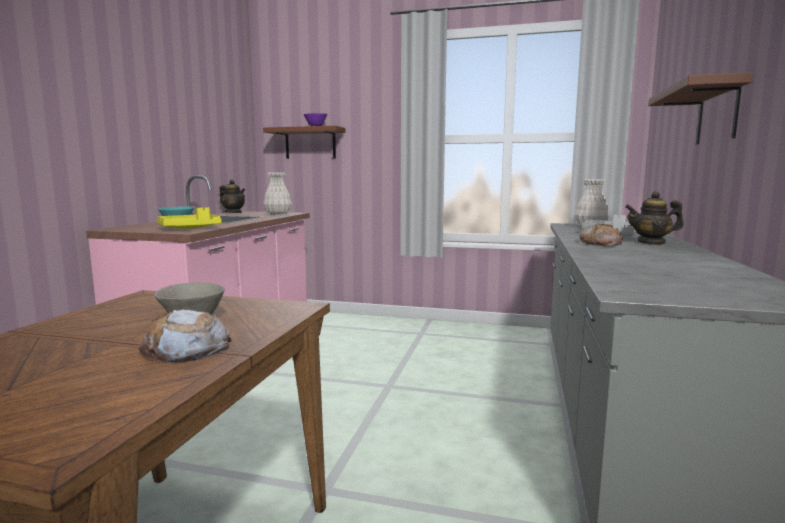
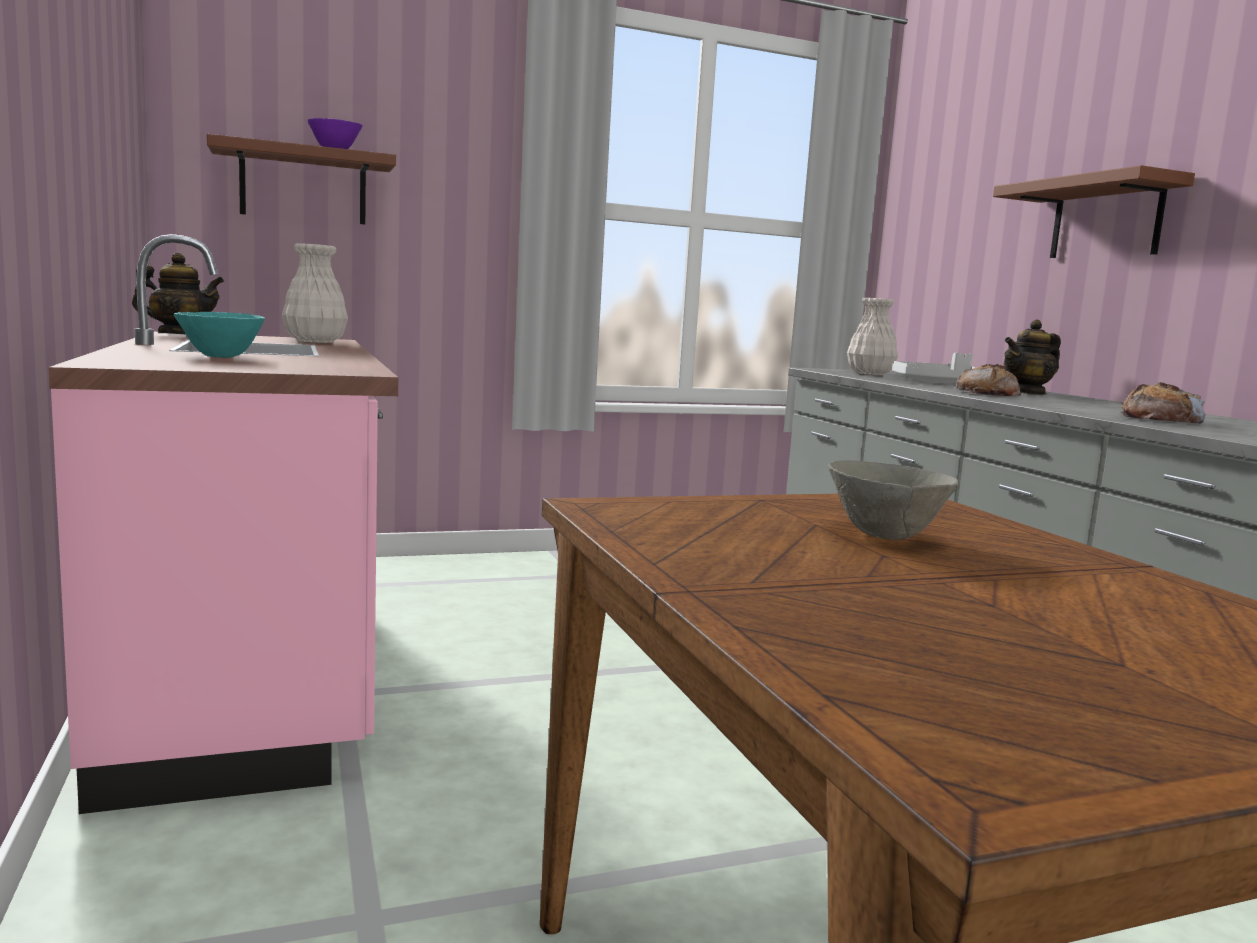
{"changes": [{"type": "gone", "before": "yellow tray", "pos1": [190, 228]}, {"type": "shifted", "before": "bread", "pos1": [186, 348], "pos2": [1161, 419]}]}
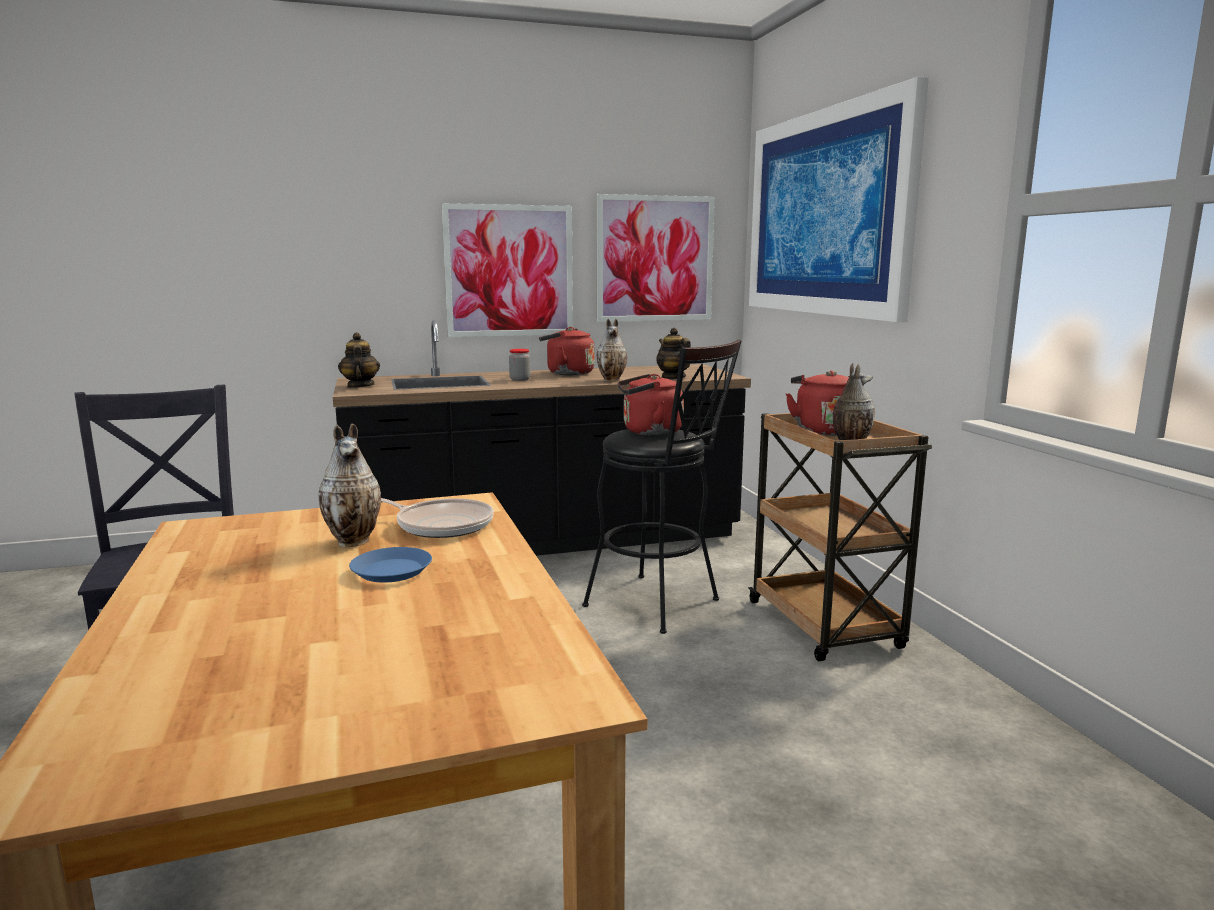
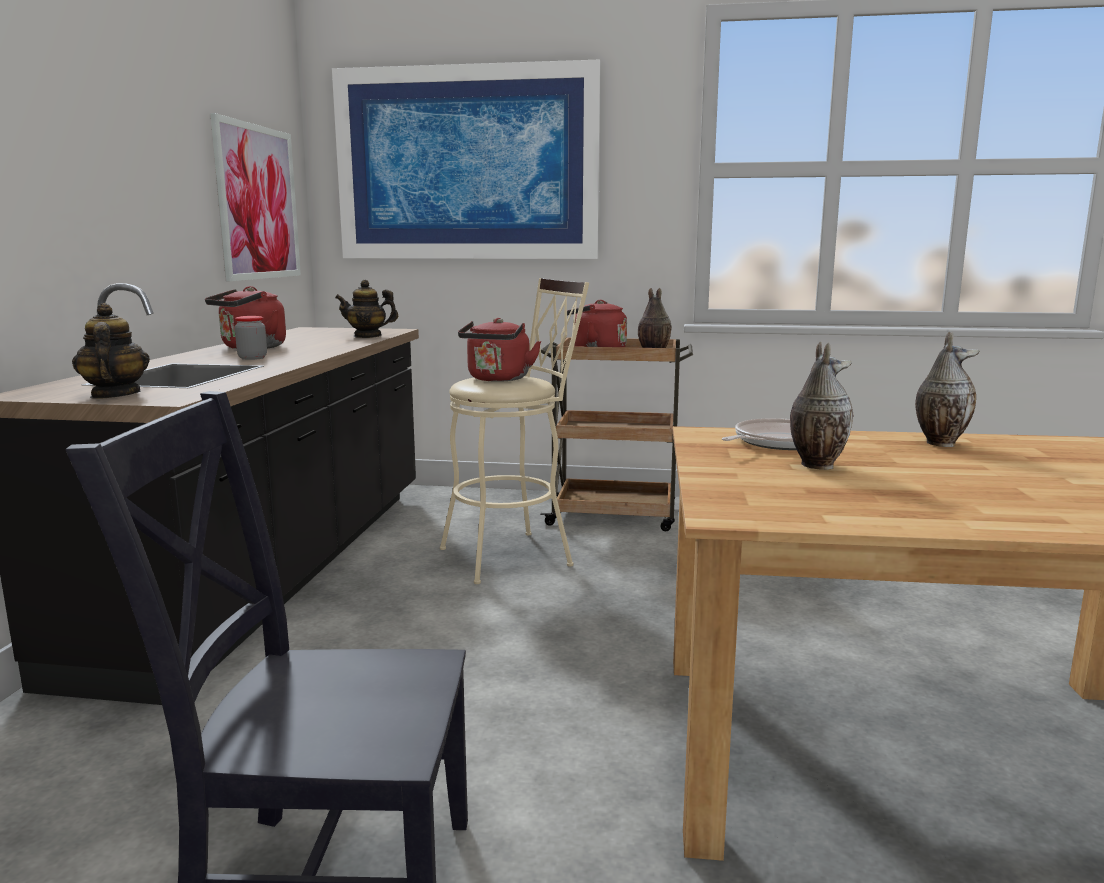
{"changes": [{"type": "gone", "before": "picture", "pos1": [509, 271]}, {"type": "shifted", "before": "vase", "pos1": [612, 380], "pos2": [939, 443]}, {"type": "rotated", "before": "teapot", "pos1": [360, 386], "pos2": [114, 395], "turn": 60}, {"type": "repainted", "before": "black stool", "after": "beige stool", "pos1": [660, 605], "pos2": [516, 555]}, {"type": "gone", "before": "blue plate", "pos1": [392, 571]}]}
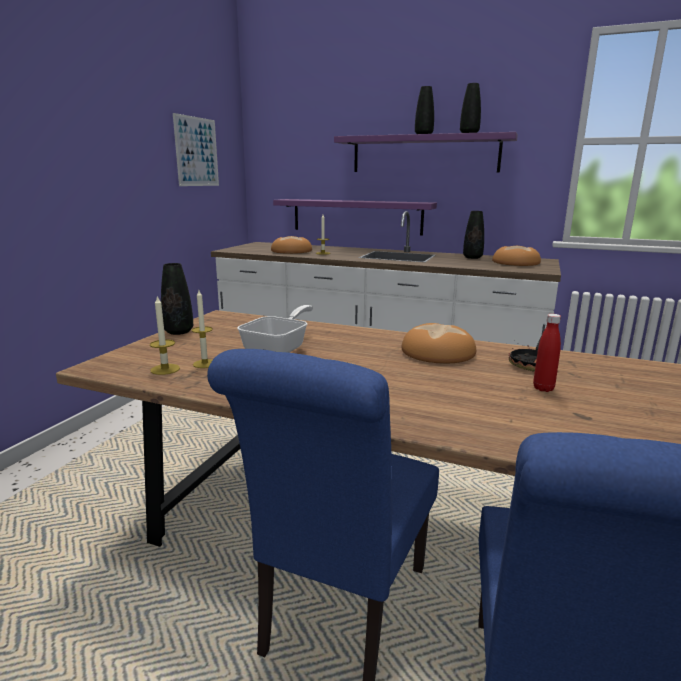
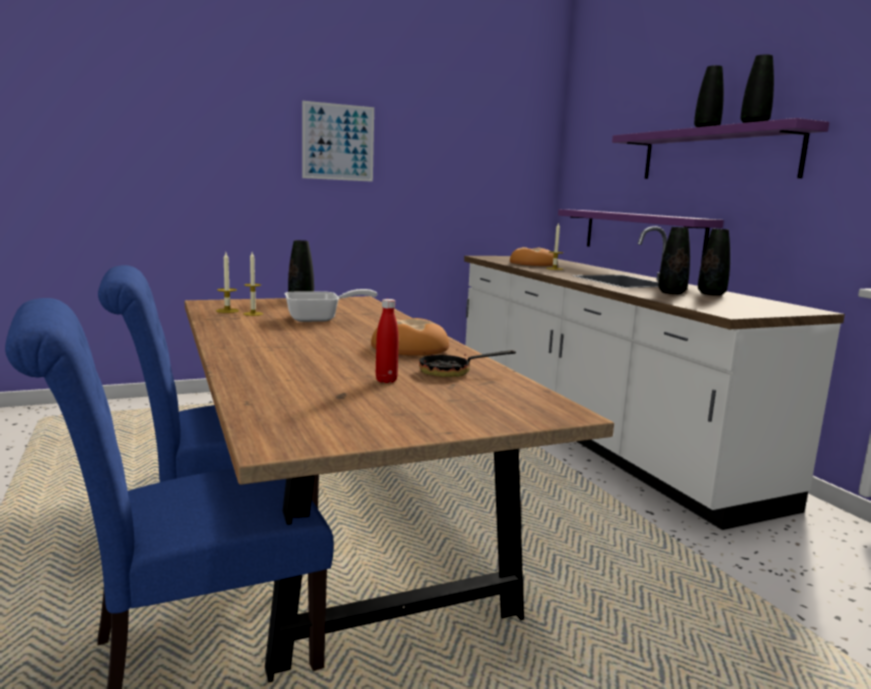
{"changes": [{"type": "shifted", "before": "picture", "pos1": [197, 152], "pos2": [338, 142]}, {"type": "gone", "before": "bread", "pos1": [515, 262]}, {"type": "new", "after": "black vase", "pos2": [671, 293]}]}
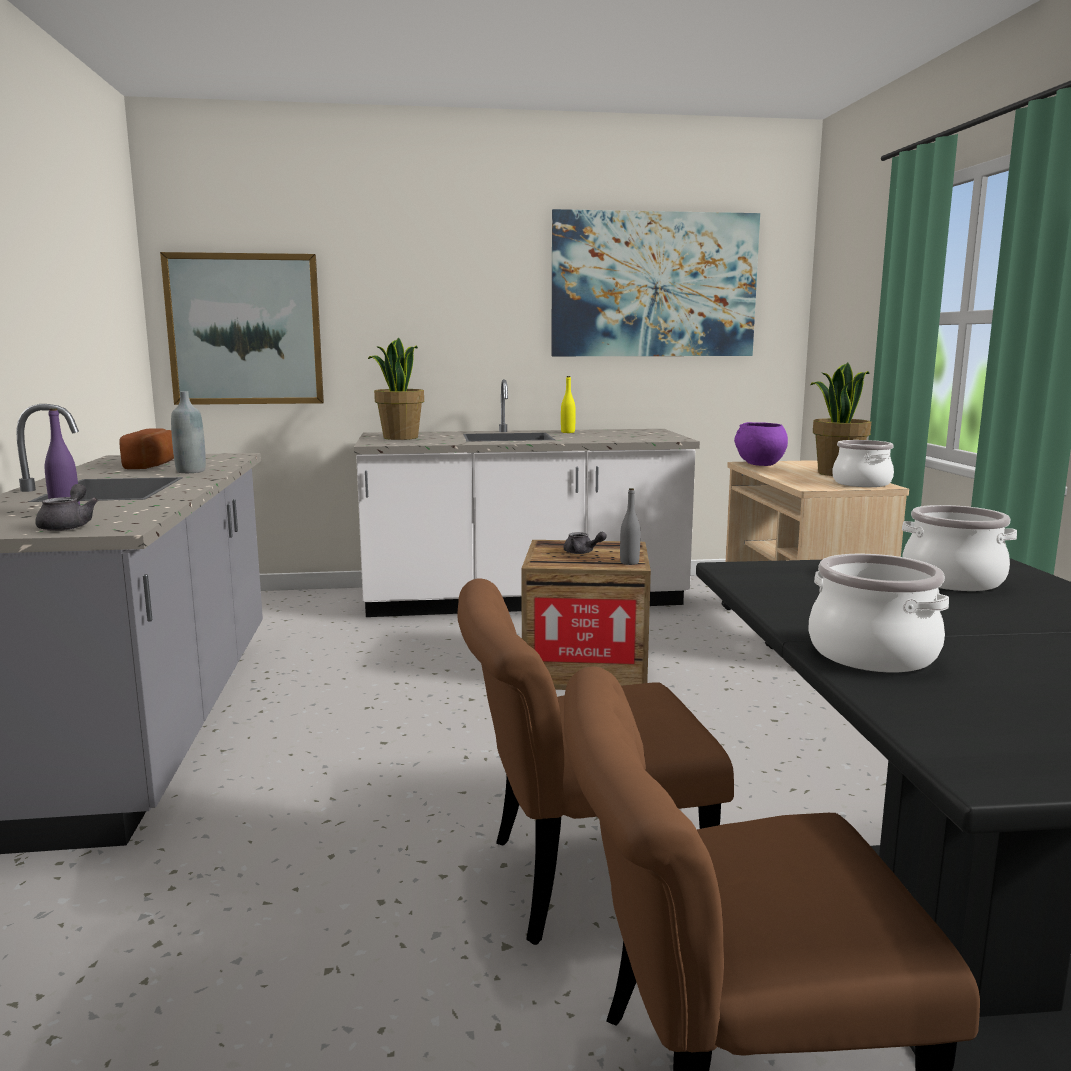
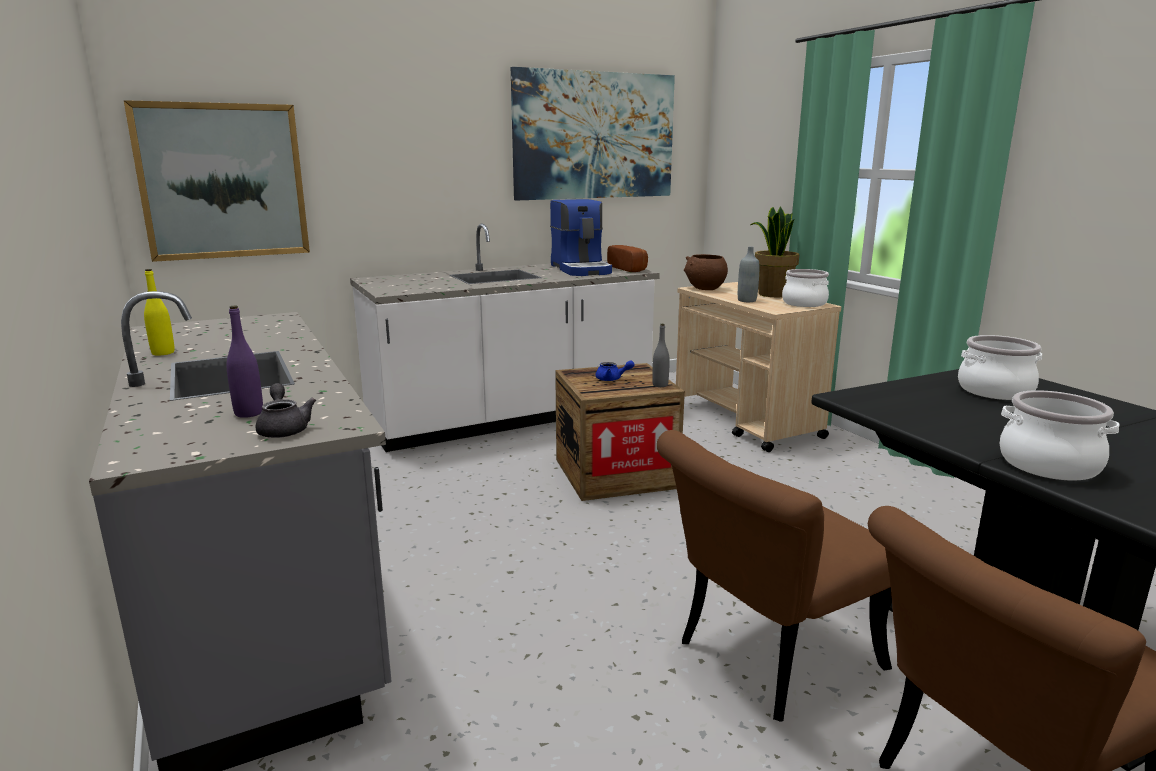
{"changes": [{"type": "gone", "before": "potted plant", "pos1": [400, 437]}, {"type": "shifted", "before": "yellow bottle", "pos1": [568, 432], "pos2": [163, 353]}, {"type": "shifted", "before": "grey bottle", "pos1": [191, 471], "pos2": [747, 300]}, {"type": "repainted", "before": "purple bowl", "after": "brown bowl", "pos1": [759, 464], "pos2": [705, 288]}, {"type": "shifted", "before": "bread", "pos1": [156, 464], "pos2": [629, 269]}, {"type": "repainted", "before": "grey teapot", "after": "blue teapot", "pos1": [582, 552], "pos2": [612, 379]}, {"type": "new", "after": "coffee machine", "pos2": [582, 269]}]}
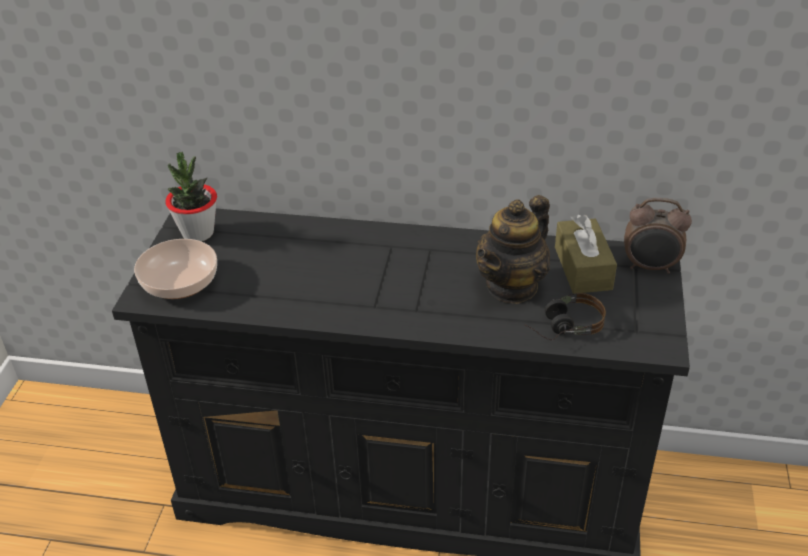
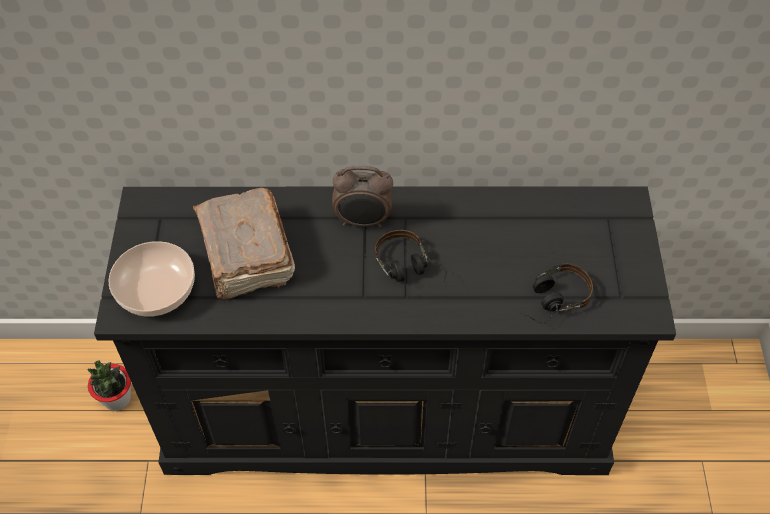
{"changes": [{"type": "shifted", "before": "potted plant", "pos1": [198, 233], "pos2": [117, 399]}, {"type": "gone", "before": "teapot", "pos1": [512, 286]}, {"type": "shifted", "before": "alarm clock", "pos1": [650, 267], "pos2": [363, 221]}, {"type": "gone", "before": "brown tissue box", "pos1": [583, 268]}, {"type": "new", "after": "brown book", "pos2": [245, 256]}, {"type": "new", "after": "headphones", "pos2": [410, 271]}]}
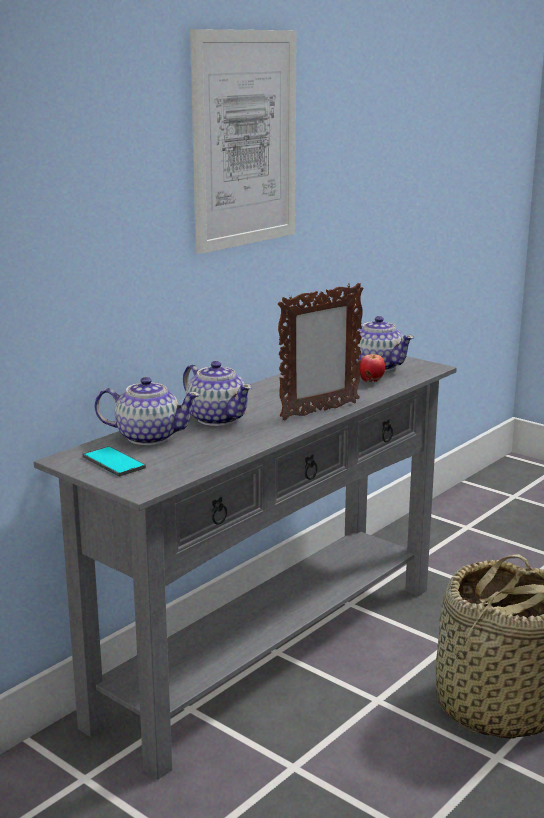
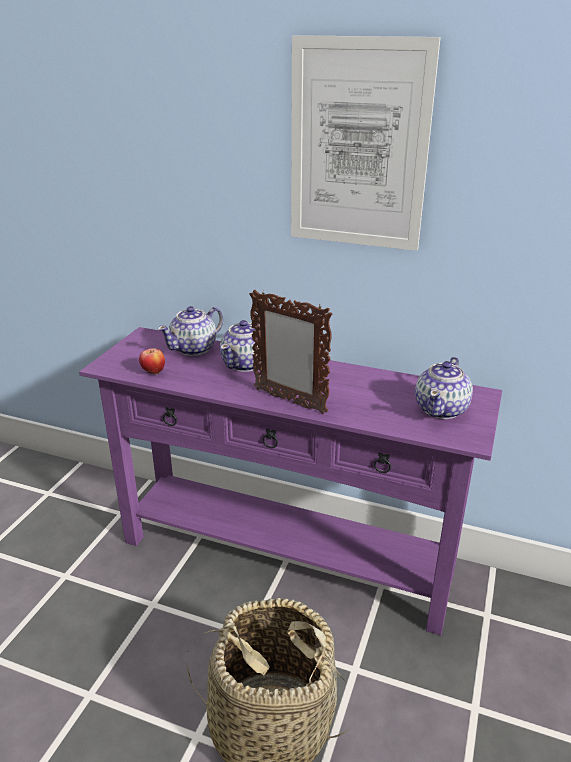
{"changes": [{"type": "shifted", "before": "apple", "pos1": [371, 382], "pos2": [153, 372]}, {"type": "repainted", "before": "grey console table", "after": "purple console table", "pos1": [270, 651], "pos2": [286, 555]}, {"type": "rotated", "before": "teapot", "pos1": [148, 437], "pos2": [194, 349], "turn": 60}, {"type": "gone", "before": "phone", "pos1": [113, 462]}]}
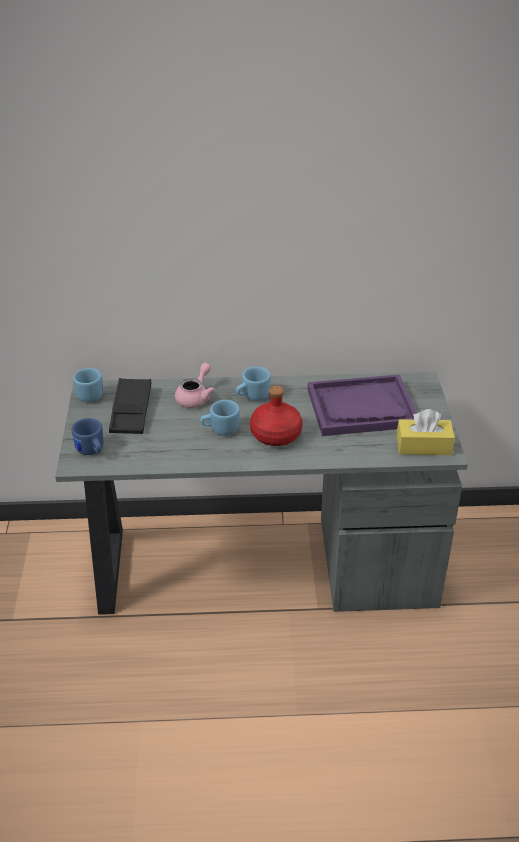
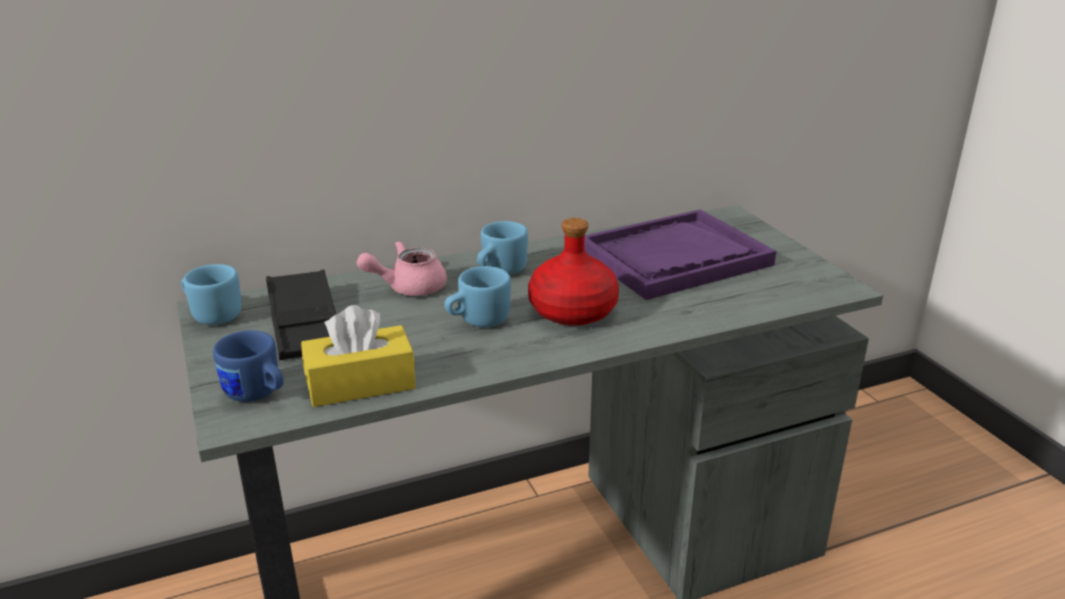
{"changes": [{"type": "rotated", "before": "pink teapot", "pos1": [195, 397], "pos2": [408, 287], "turn": -120}, {"type": "shifted", "before": "yellow tissue box", "pos1": [423, 446], "pos2": [360, 384]}]}
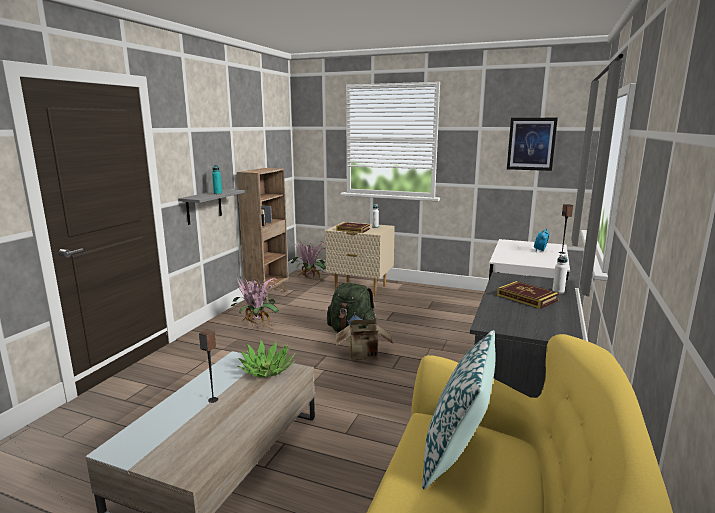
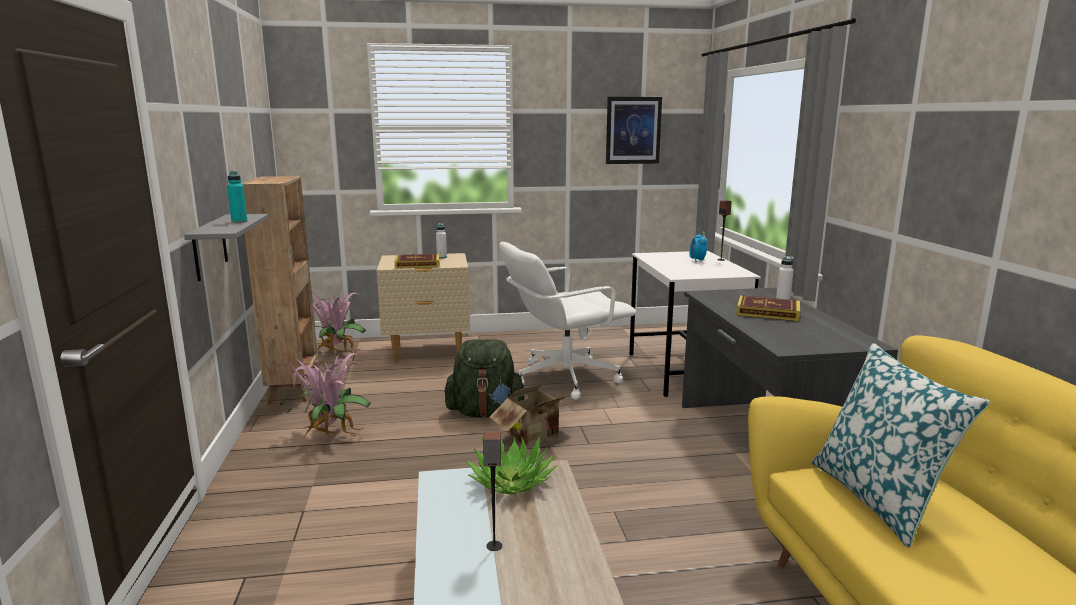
{"changes": [{"type": "new", "after": "white office chair", "pos2": [564, 378]}]}
